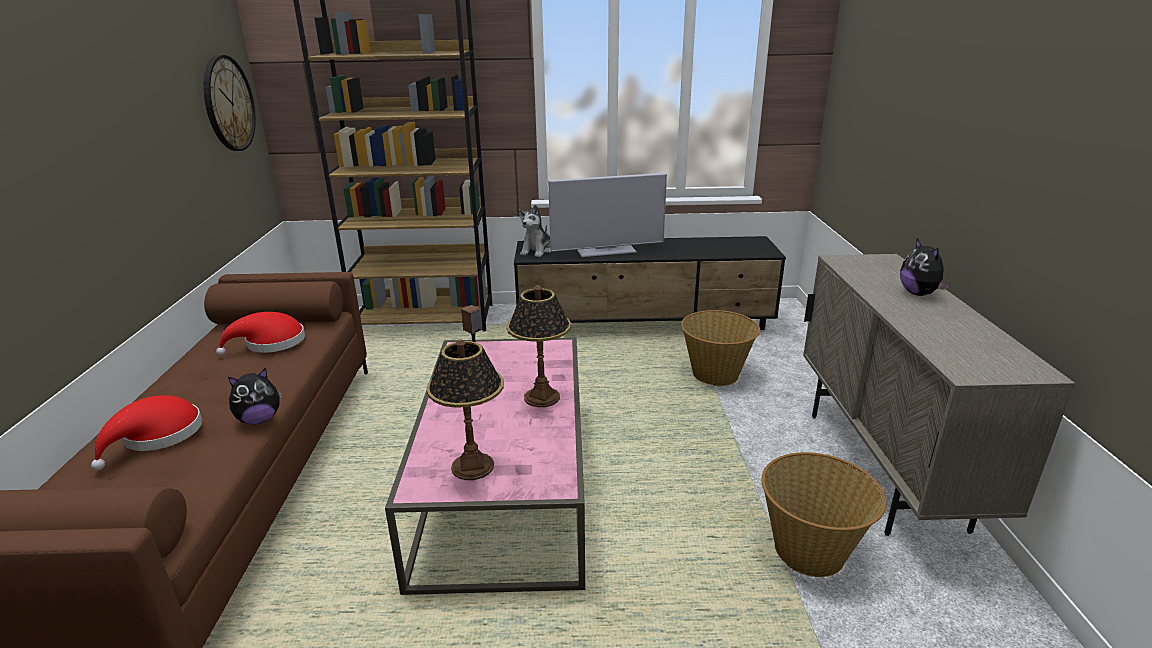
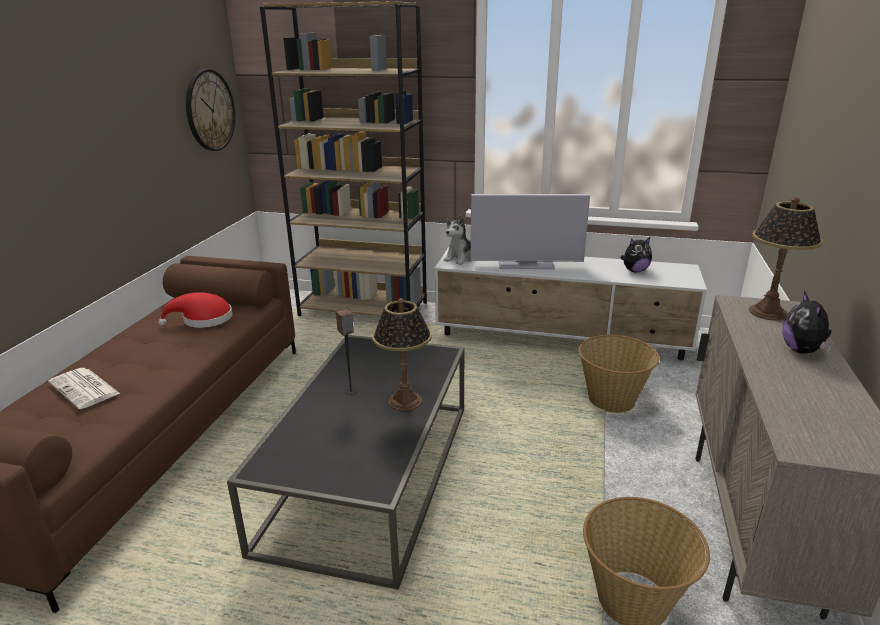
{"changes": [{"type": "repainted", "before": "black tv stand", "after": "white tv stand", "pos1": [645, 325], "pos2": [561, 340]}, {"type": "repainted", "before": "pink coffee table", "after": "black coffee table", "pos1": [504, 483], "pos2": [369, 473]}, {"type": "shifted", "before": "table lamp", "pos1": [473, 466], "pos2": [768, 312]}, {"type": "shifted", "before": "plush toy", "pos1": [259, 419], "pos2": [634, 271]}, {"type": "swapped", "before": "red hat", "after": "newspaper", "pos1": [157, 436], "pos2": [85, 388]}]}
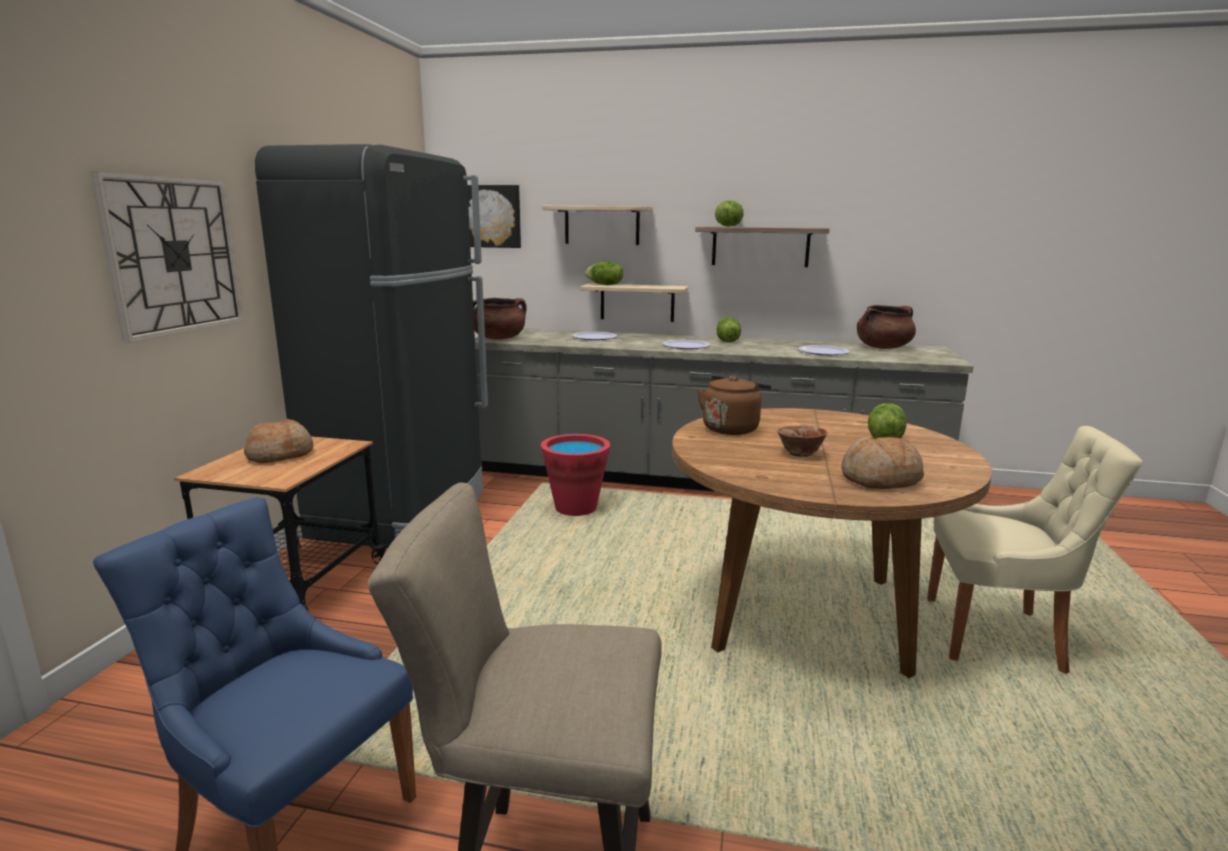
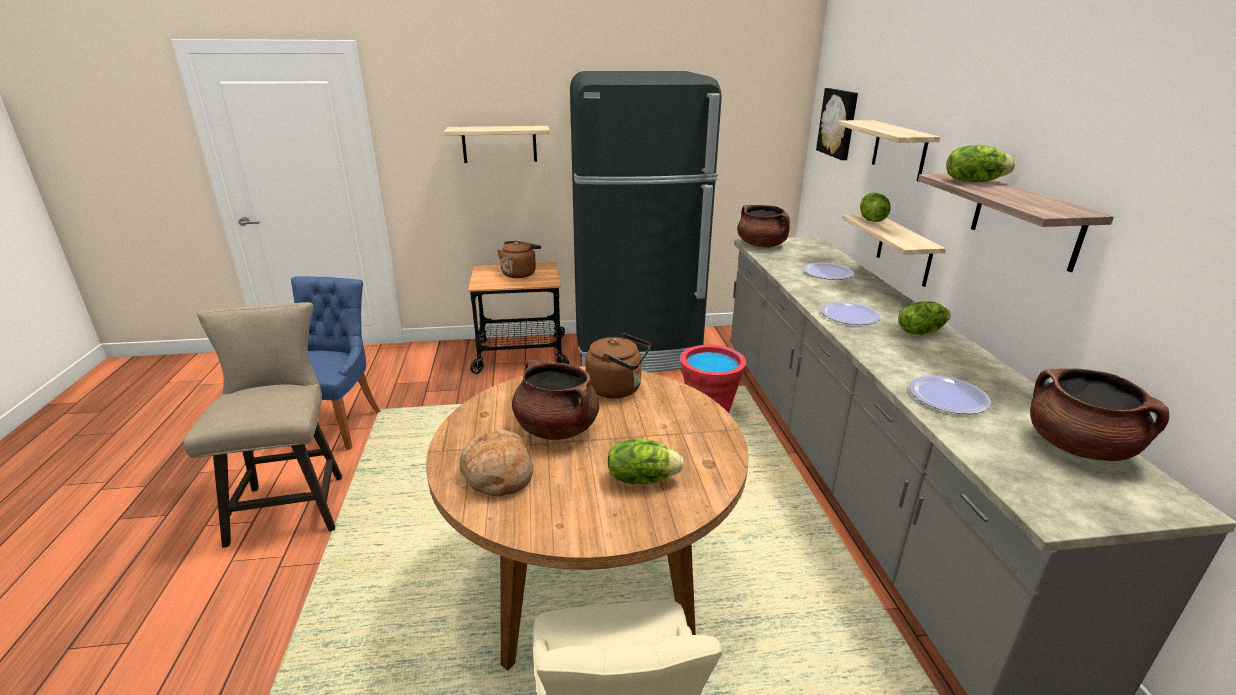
{"changes": [{"type": "swapped", "before": "wall clock", "after": "shelf", "pos1": [174, 255], "pos2": [499, 144]}, {"type": "swapped", "before": "bread", "after": "brown kettle", "pos1": [280, 454], "pos2": [520, 273]}, {"type": "swapped", "before": "bowl", "after": "brown cooking pot", "pos1": [800, 454], "pos2": [556, 428]}]}
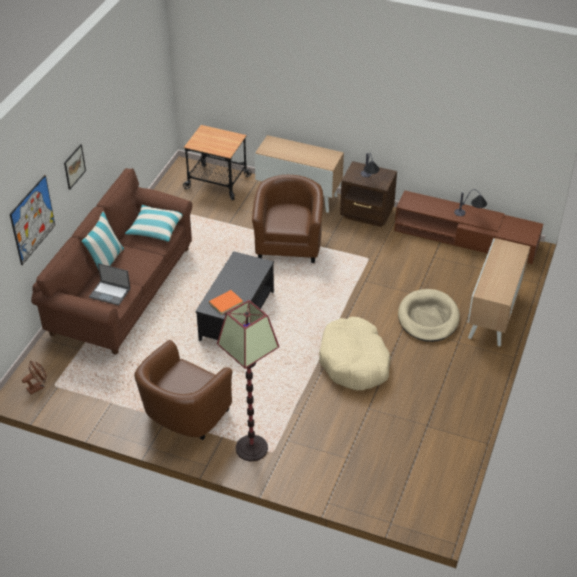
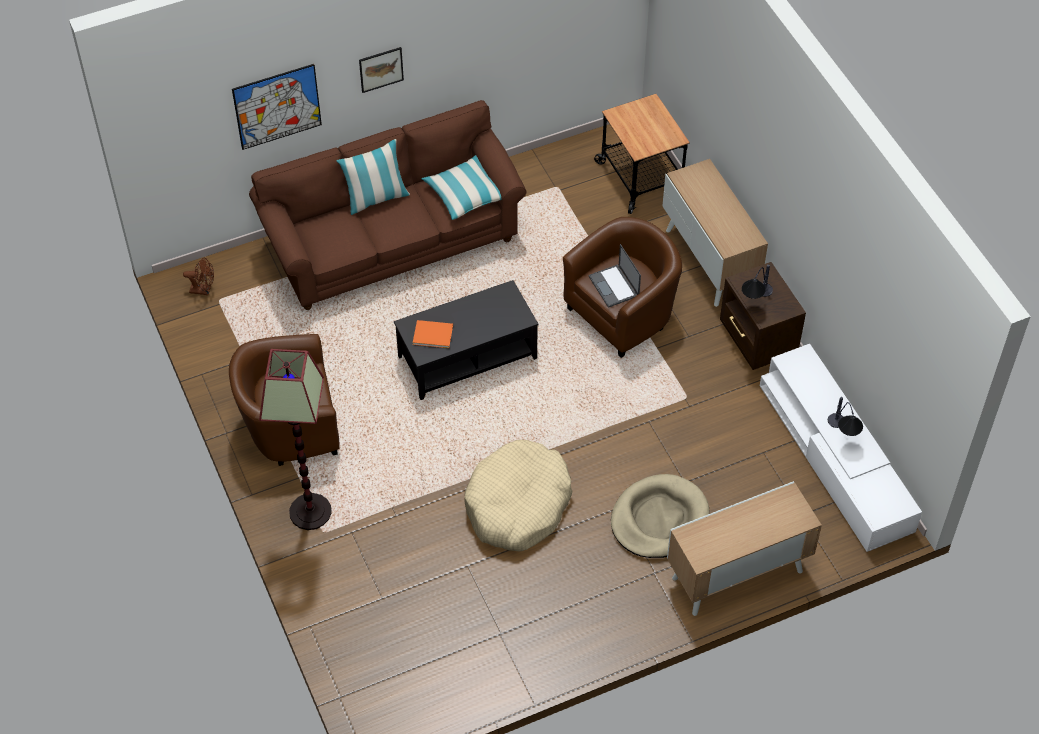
{"changes": [{"type": "repainted", "before": "brown tv stand", "after": "white tv stand", "pos1": [465, 237], "pos2": [834, 457]}, {"type": "shifted", "before": "laptop", "pos1": [110, 293], "pos2": [614, 286]}]}
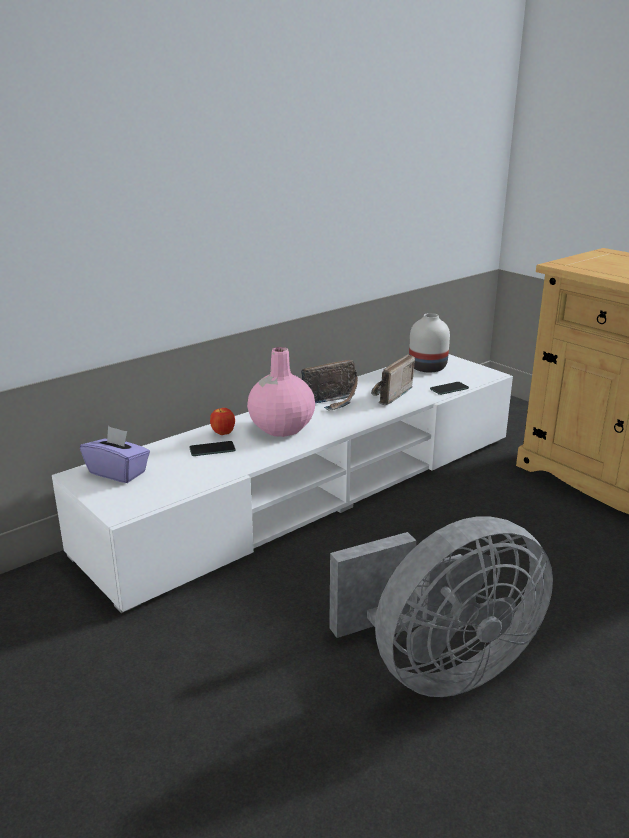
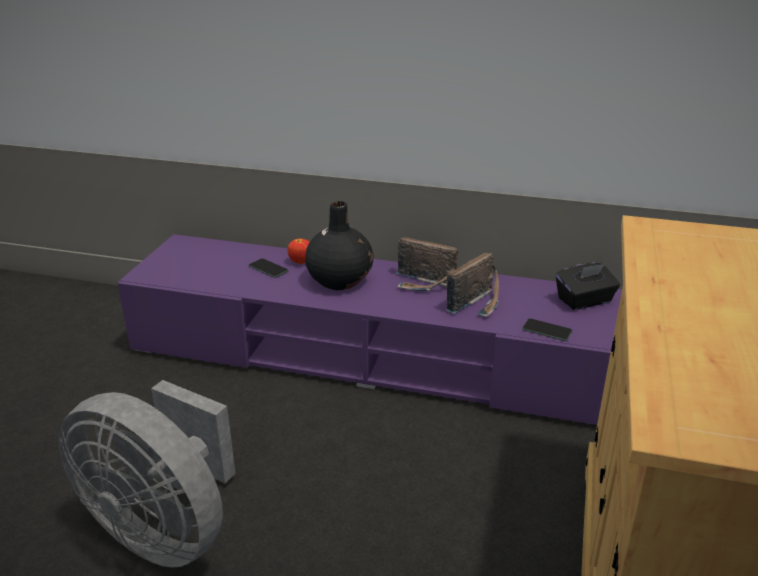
{"changes": [{"type": "swapped", "before": "white vase", "after": "black tissue box", "pos1": [426, 367], "pos2": [584, 301]}, {"type": "repainted", "before": "pink vase", "after": "black vase", "pos1": [281, 428], "pos2": [340, 280]}, {"type": "repainted", "before": "white tv stand", "after": "purple tv stand", "pos1": [315, 490], "pos2": [380, 358]}, {"type": "rotated", "before": "radio", "pos1": [387, 395], "pos2": [478, 303], "turn": 135}, {"type": "gone", "before": "purple tissue box", "pos1": [118, 472]}]}
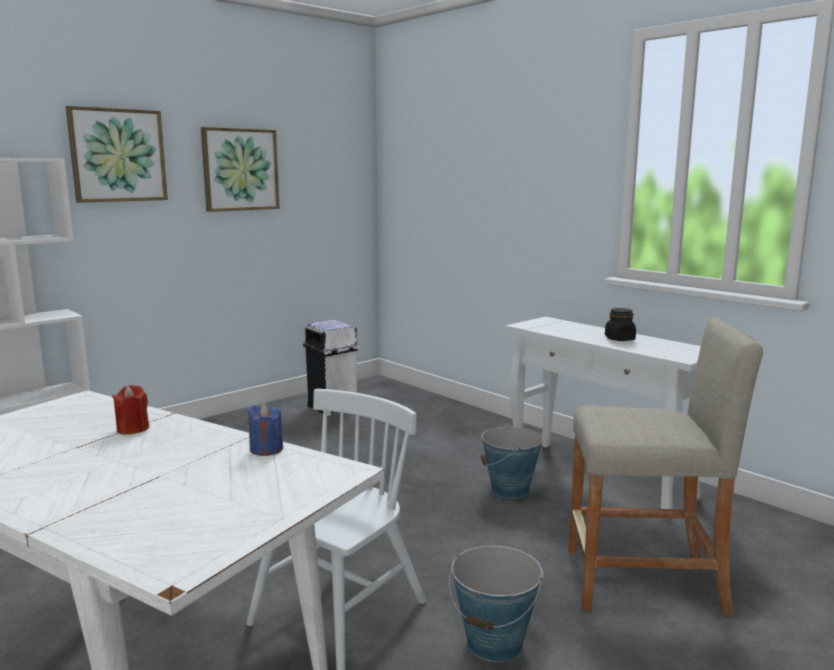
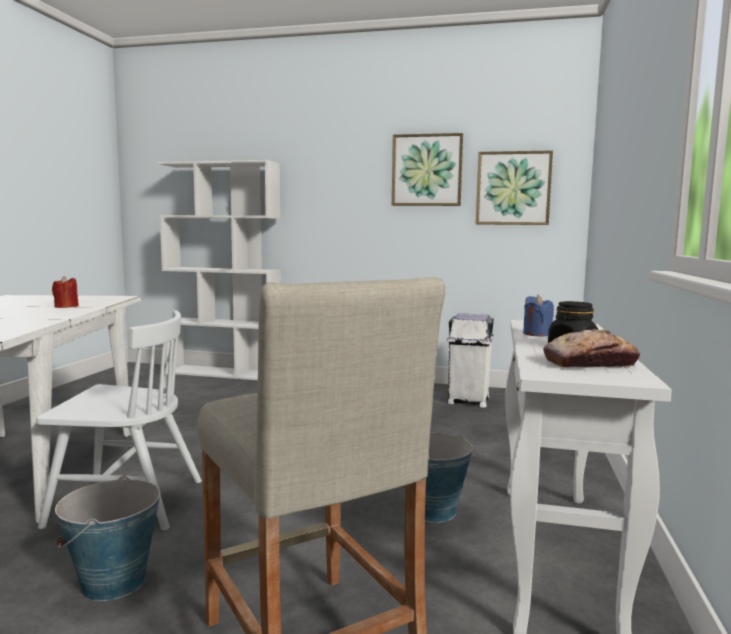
{"changes": [{"type": "shifted", "before": "picture", "pos1": [118, 155], "pos2": [513, 188]}, {"type": "shifted", "before": "blue candle", "pos1": [266, 449], "pos2": [537, 334]}, {"type": "new", "after": "bread", "pos2": [590, 363]}]}
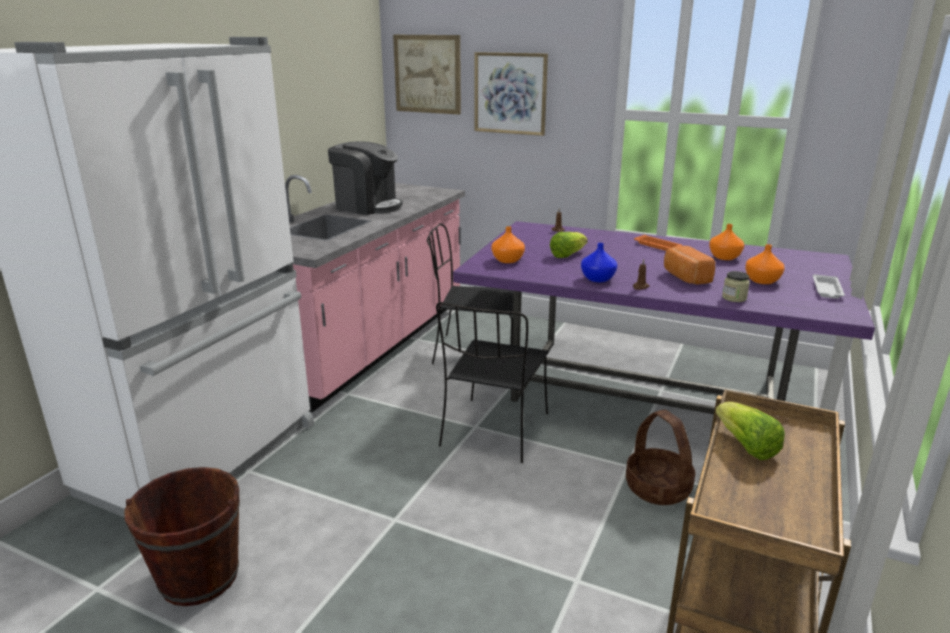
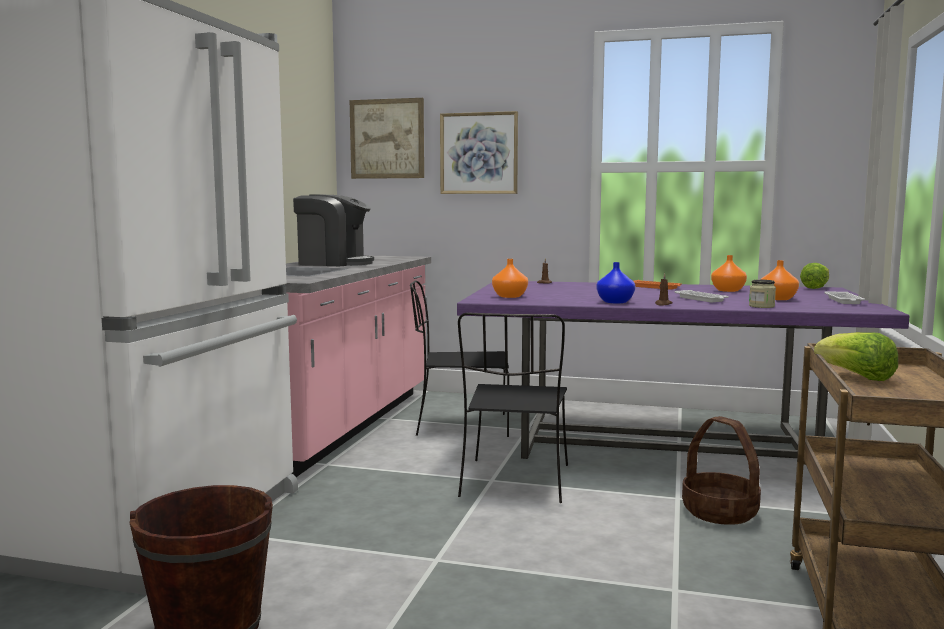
{"changes": [{"type": "shifted", "before": "lettuce", "pos1": [567, 255], "pos2": [815, 288]}, {"type": "swapped", "before": "bread", "after": "white tray", "pos1": [685, 277], "pos2": [701, 299]}]}
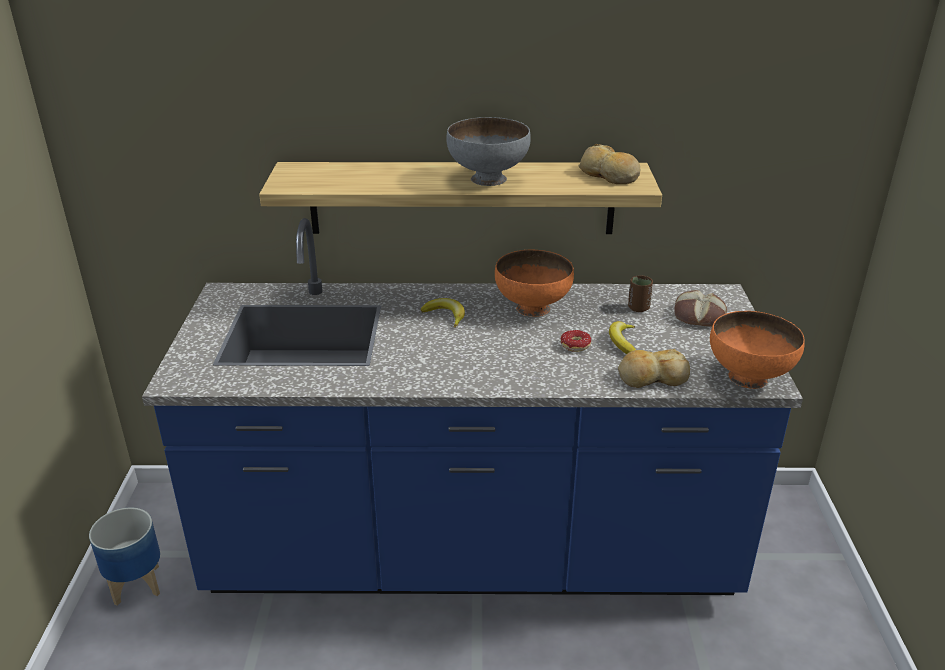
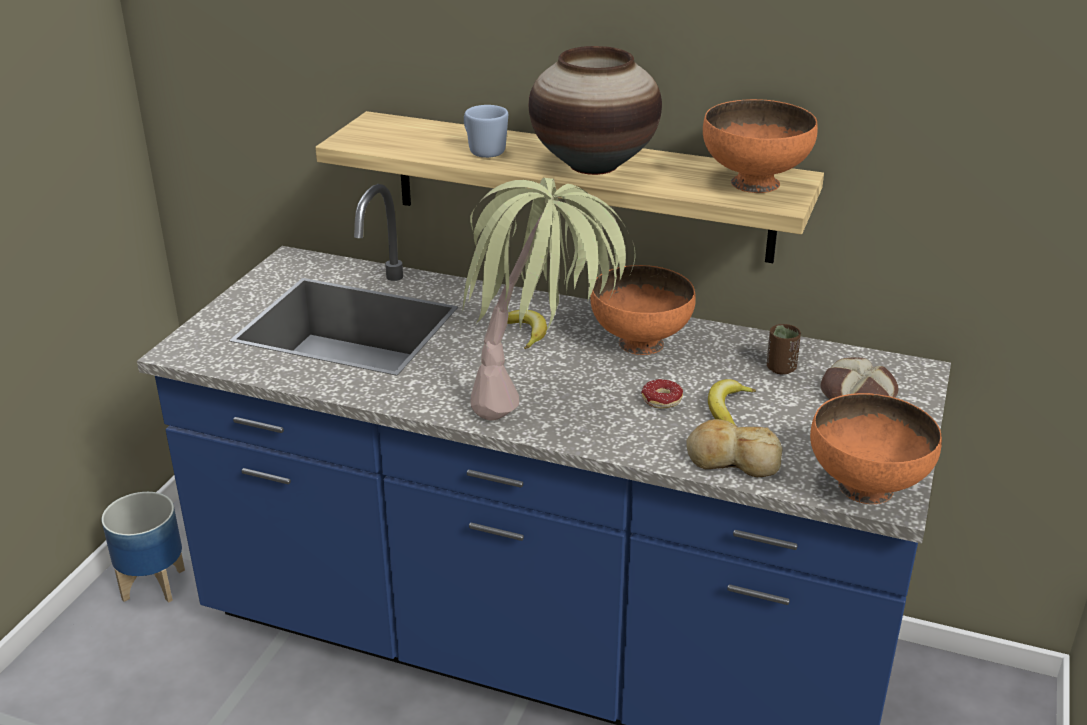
{"changes": [{"type": "swapped", "before": "grey bowl", "after": "vase", "pos1": [488, 178], "pos2": [594, 165]}, {"type": "swapped", "before": "bread", "after": "orange bowl", "pos1": [609, 175], "pos2": [754, 182]}, {"type": "new", "after": "blue mug", "pos2": [483, 151]}, {"type": "new", "after": "potted plant", "pos2": [543, 399]}]}
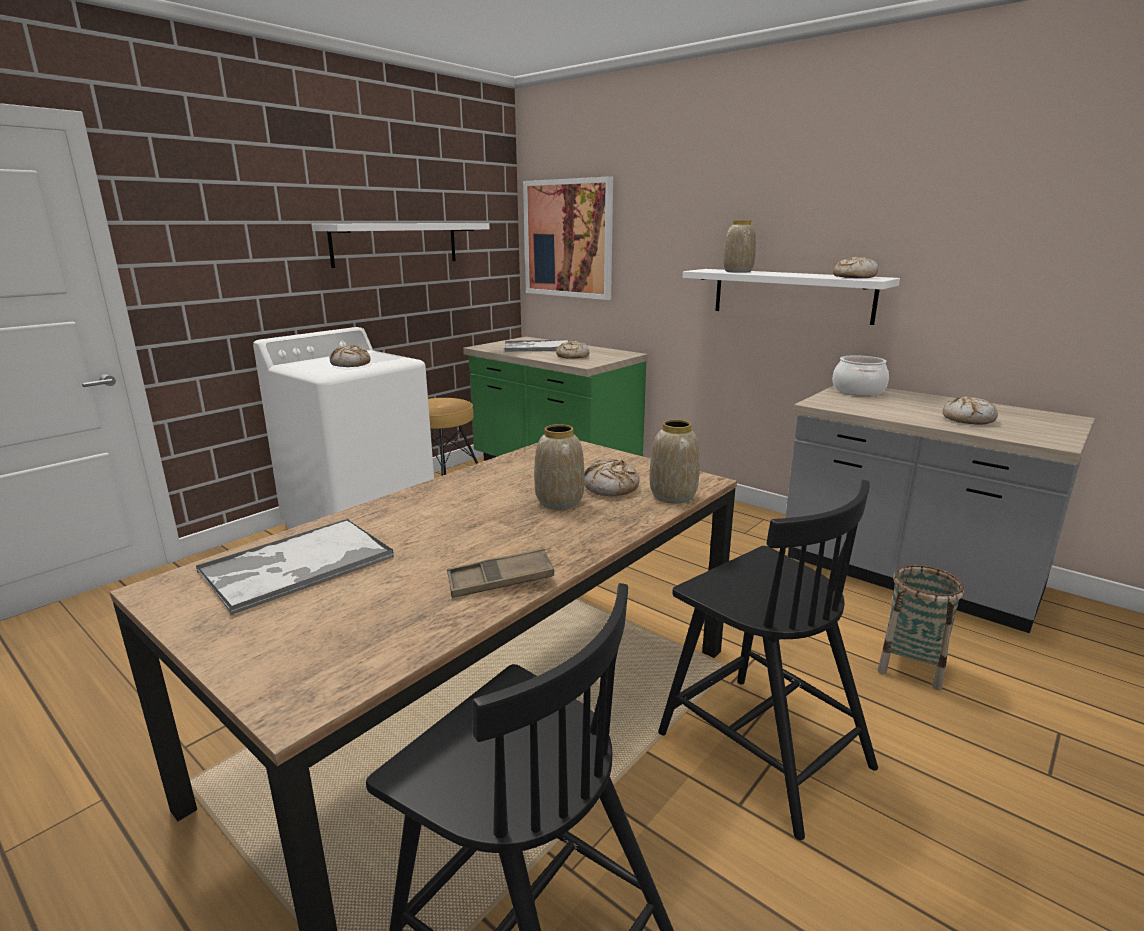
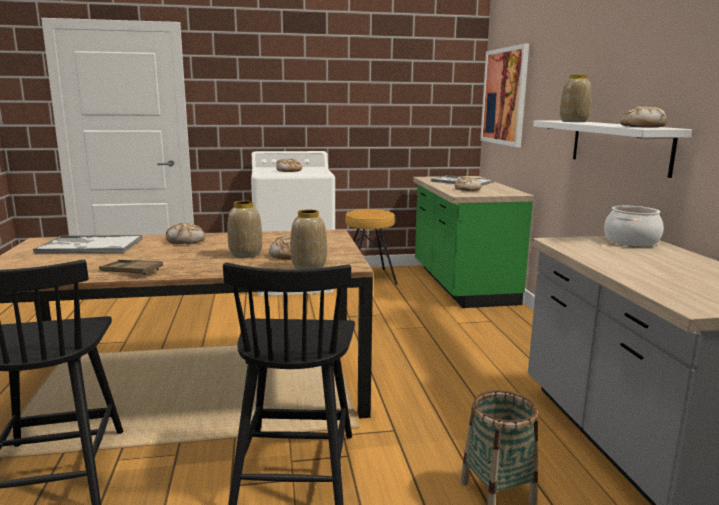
{"changes": [{"type": "gone", "before": "white shelf", "pos1": [396, 244]}, {"type": "shifted", "before": "bread", "pos1": [968, 419], "pos2": [186, 241]}]}
